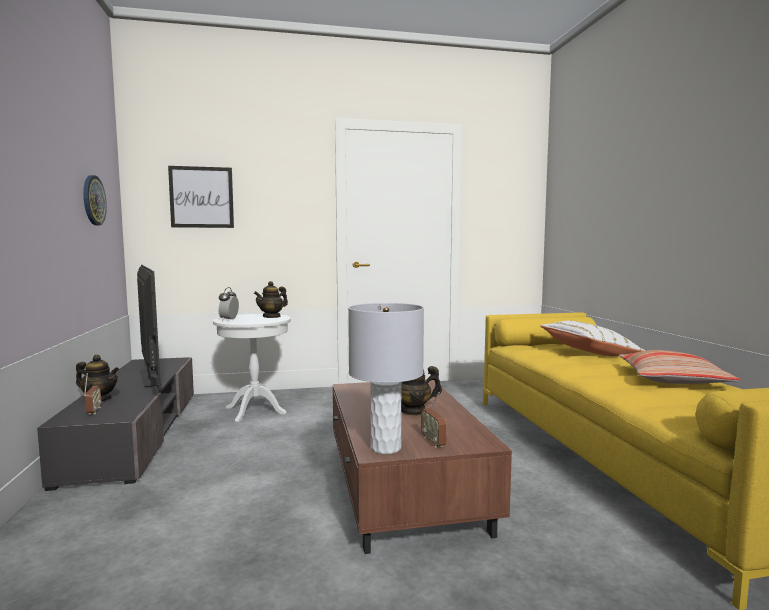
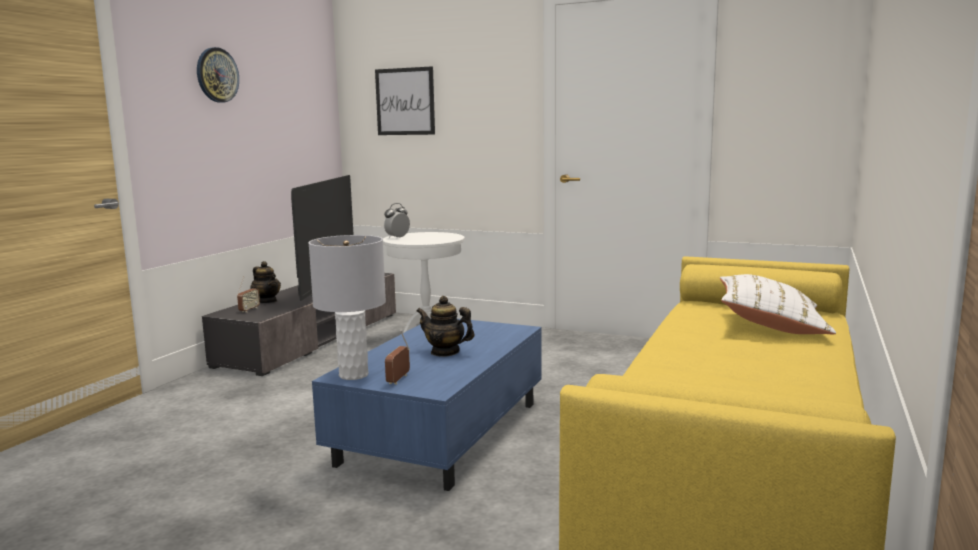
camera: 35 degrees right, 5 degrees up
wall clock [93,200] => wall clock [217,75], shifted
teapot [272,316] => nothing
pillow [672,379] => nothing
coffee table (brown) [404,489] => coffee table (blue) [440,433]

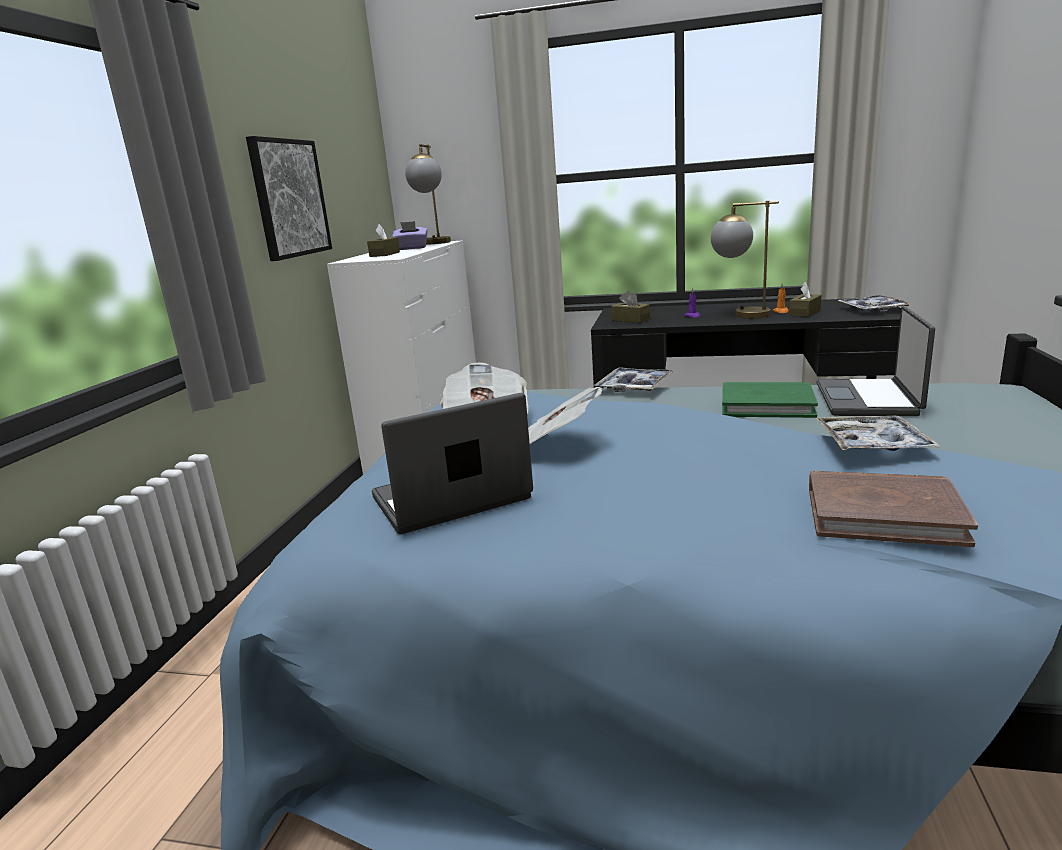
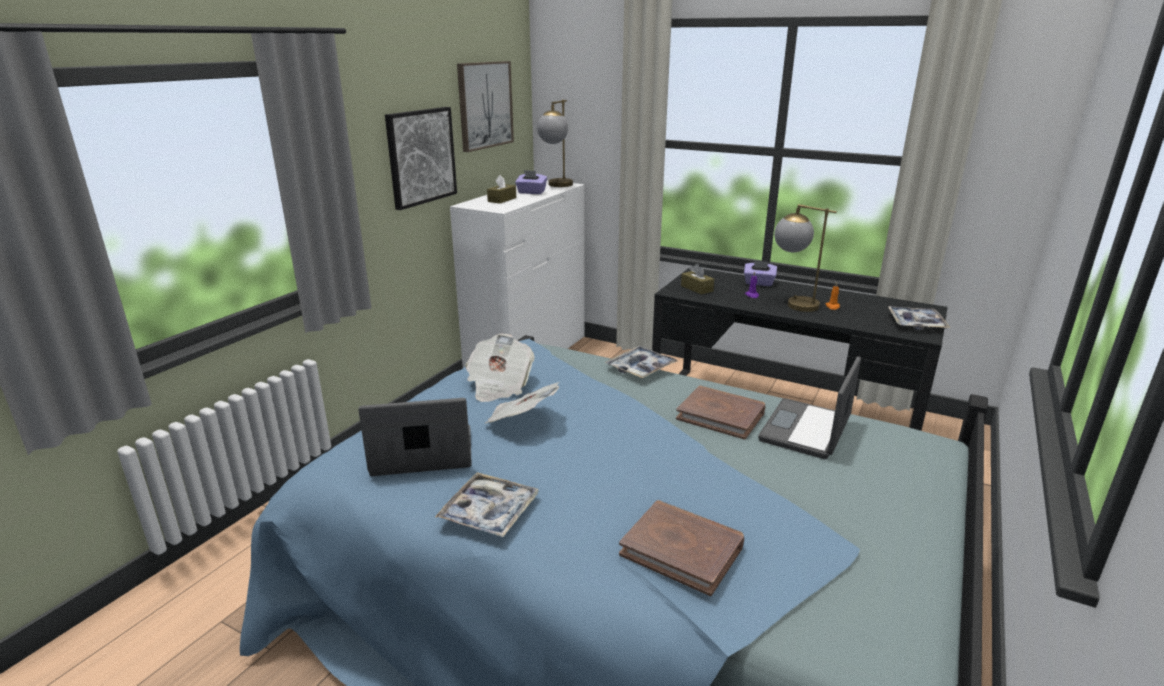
camera: 15 degrees right, 5 degrees up
tissue box (brown) [804,313] => nothing
book (green) [766,405] => book (brown) [721,415]
tray [872,444] => tray [489,512], shifted
nothing => picture [484,105]
nothing => tissue box (purple) [759,283]

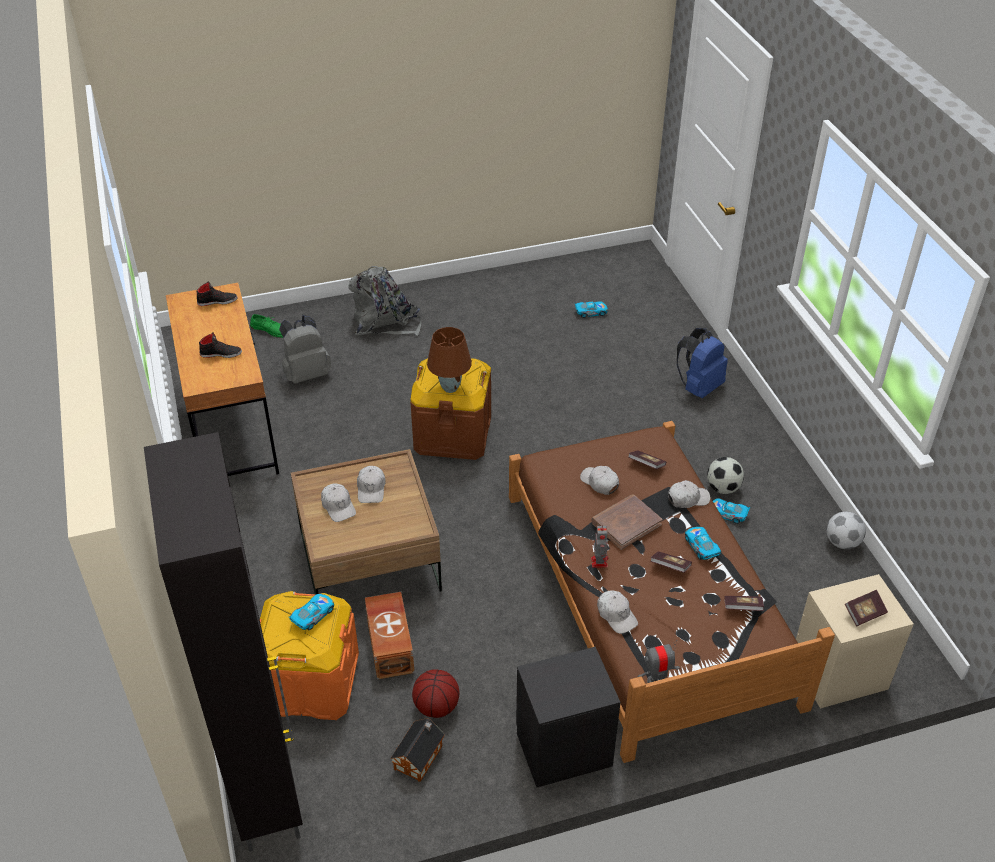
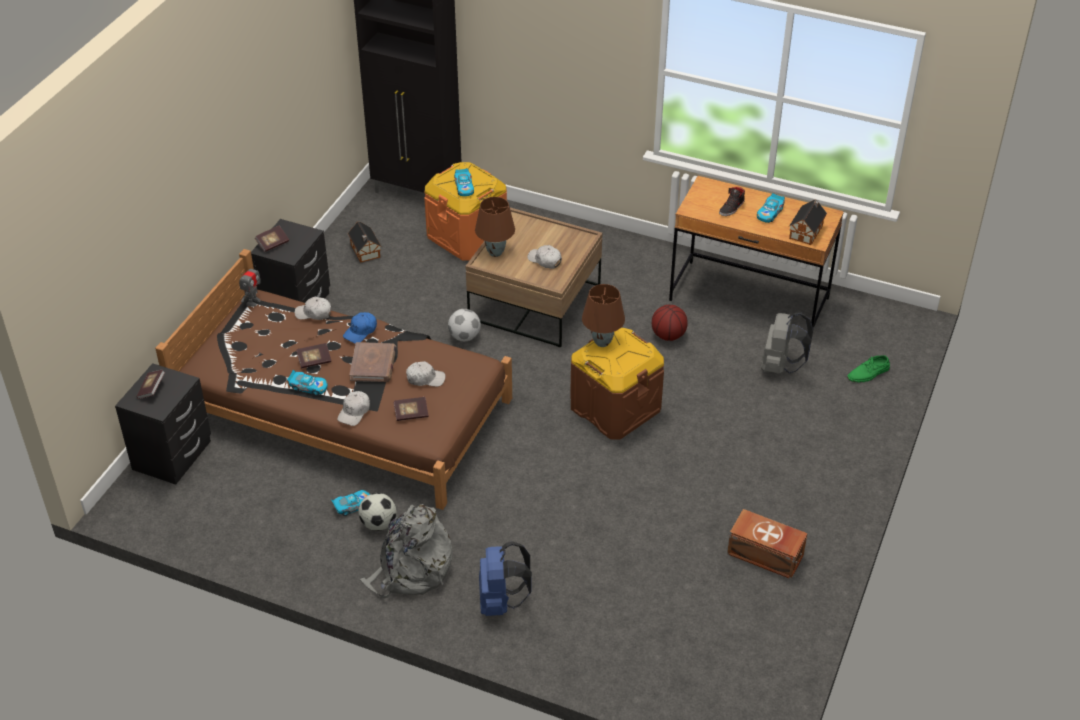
camera: 130 degrees right, 0 degrees up
backpack (grey) [385,322] => backpack (grey) [411,571], shifted
shoe (black) [217,301] => toy house [807,231]
toy car [590,312] => toy car [769,213], shifted
cap (white) [338,506] => nothing
football [842,543] => football [464,337], shifted
toy robot [599,561] => cap (blue) [361,331]
nightstand (beige) [839,674] => nightstand (black) [172,455]
storage box (brown) [391,645] => storage box (brown) [765,555], shifted
book [742,608] => book [272,244], shifted
basketball [436,707] => basketball [668,335], shifted
nothing => table lamp (brown) [495,253]

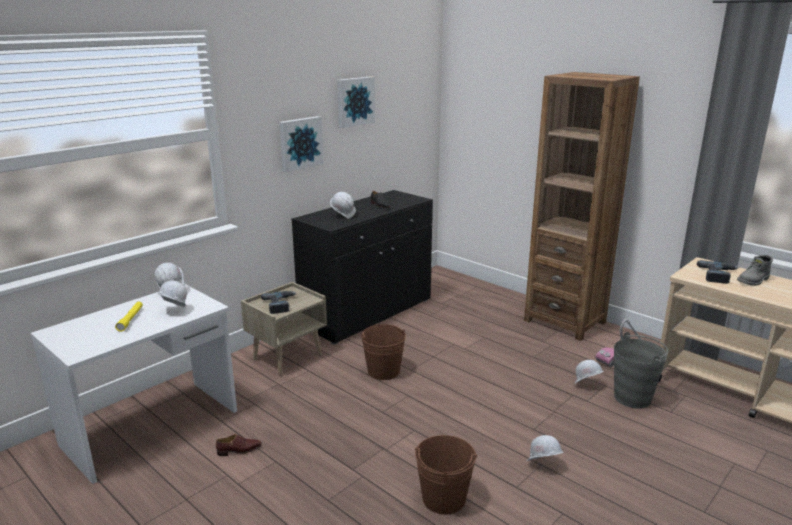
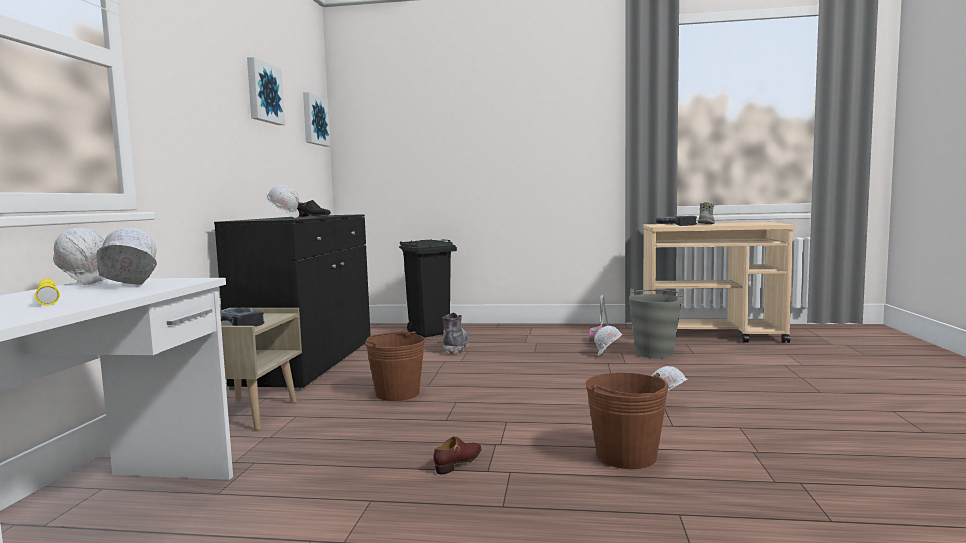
camera: 35 degrees left, 15 degrees down
bookcase (brown) [565,321] => nothing
picture [300,143] => picture [314,120], shifted
shoe (brown) [239,450] => shoe (brown) [459,462], shifted
nothing => trash can (black) [430,333]
nothing => boot (grey) [454,348]

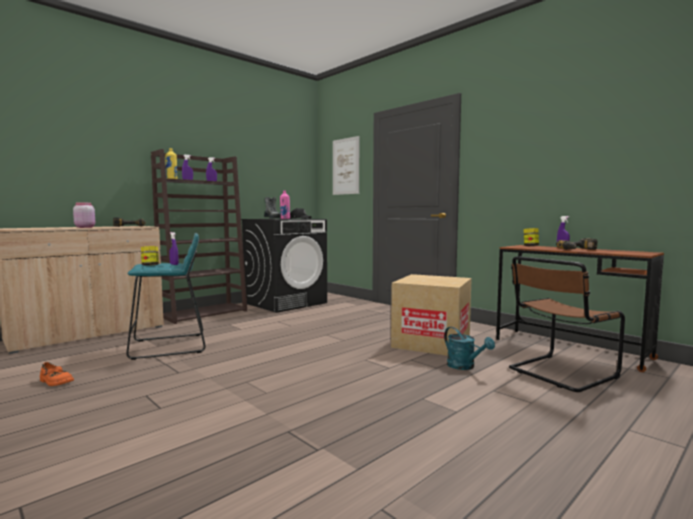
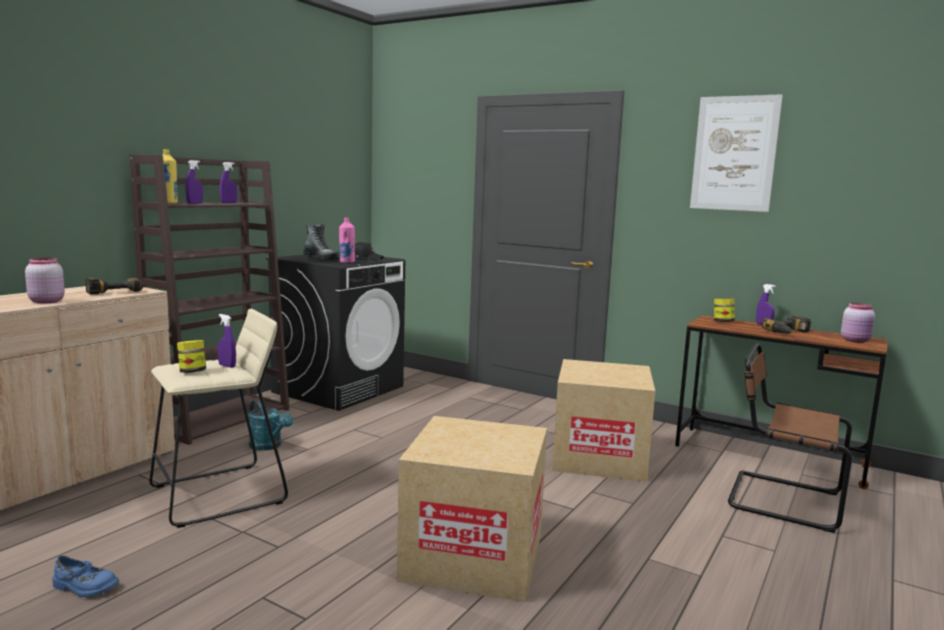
camera: 15 degrees left, 5 degrees up
picture [345,166] => picture [734,153], shifted
stool (turquoise) [169,346] => stool (beige) [219,494]
chair (brown) [559,373] => chair (brown) [779,499], 75 degrees clockwise
watering can (turquoise) [465,366] => watering can (turquoise) [269,446], shifted
shoe (orange) [55,382] => shoe (blue) [84,587]
nothing => jar (pink) [856,340]
nothing => cardboard box [473,557]

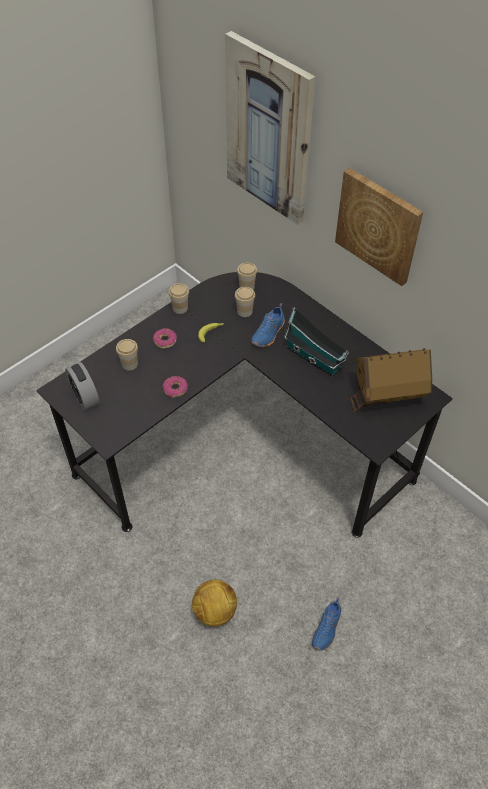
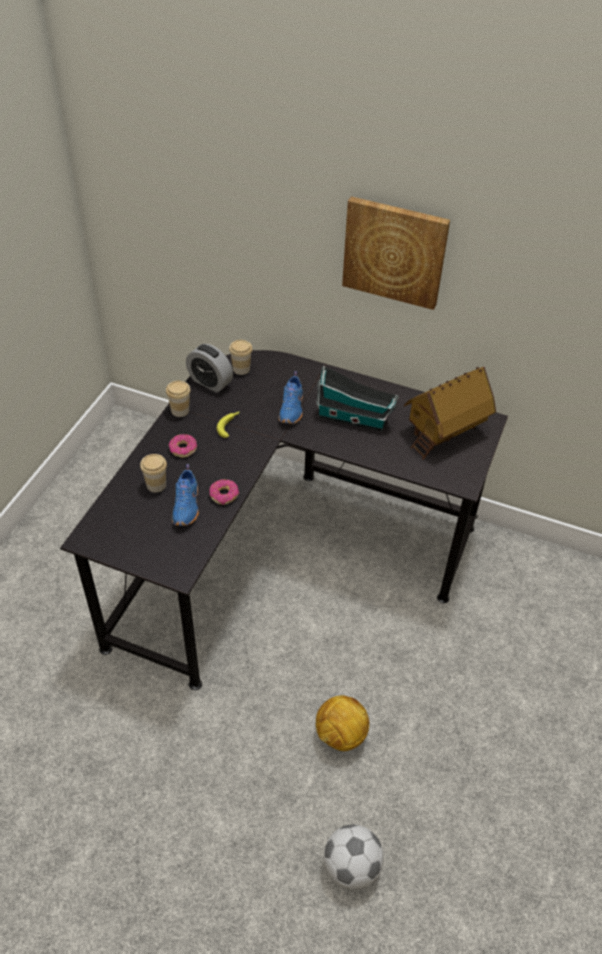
camera: 25 degrees left, 5 degrees down
picture [269,131] => nothing
cup [244,311] => nothing
alarm clock [85,396] => alarm clock [210,382], shifted
shoe (blue) [327,628] => shoe (blue) [187,506], shifted
nothing => football [351,867]

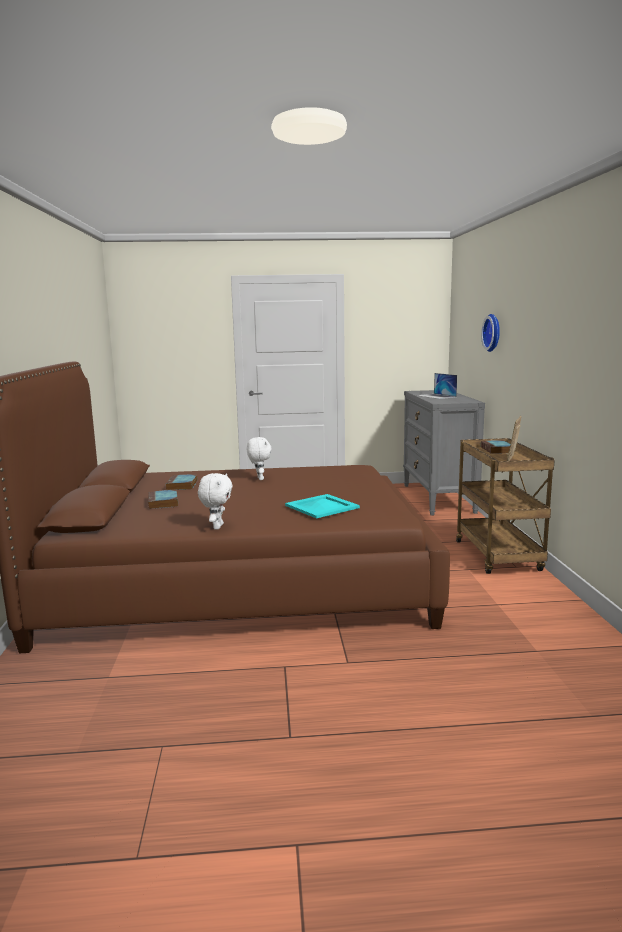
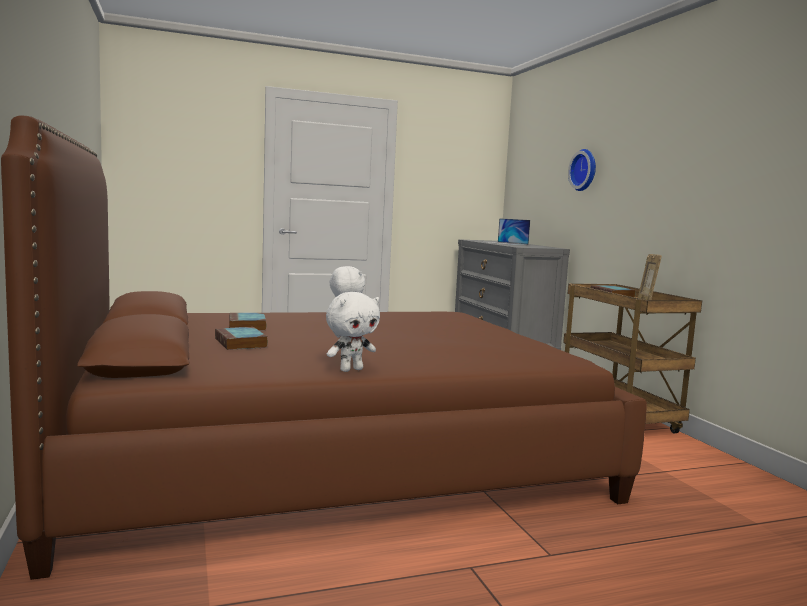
camera: 15 degrees left, 5 degrees down
plush toy (white) [217,527] => plush toy (white) [351,369], 60 degrees clockwise
tray (turquoise) [322,506] => nothing

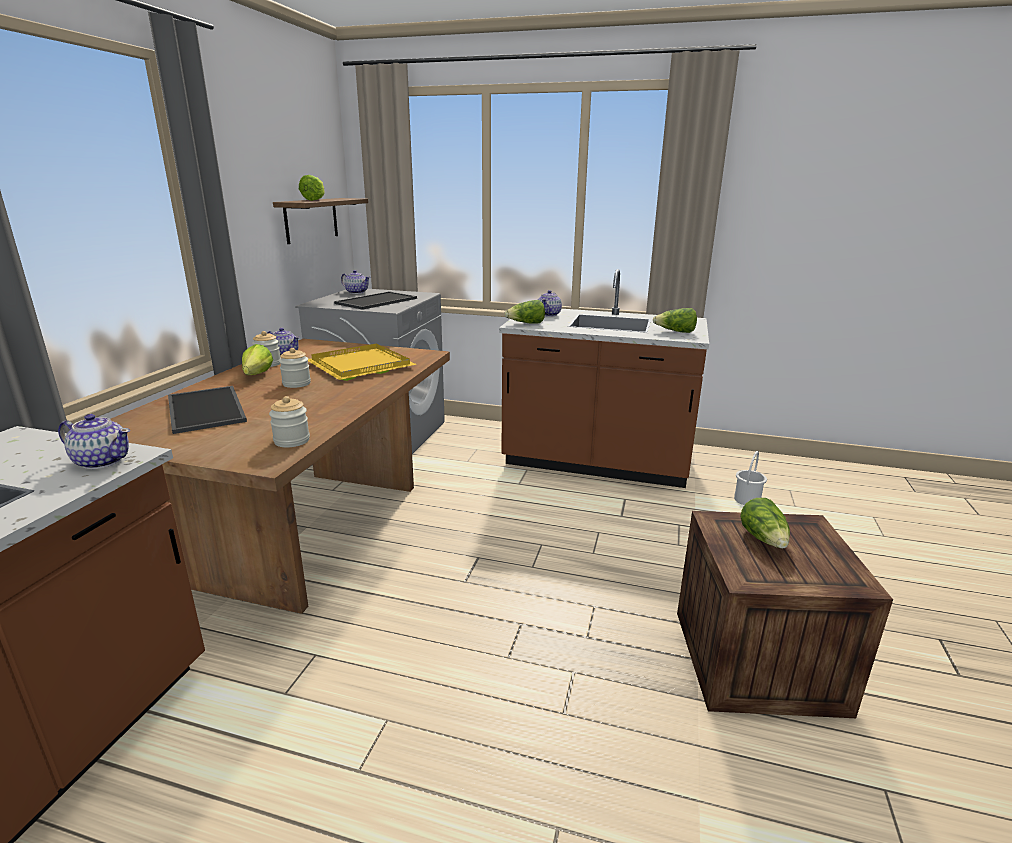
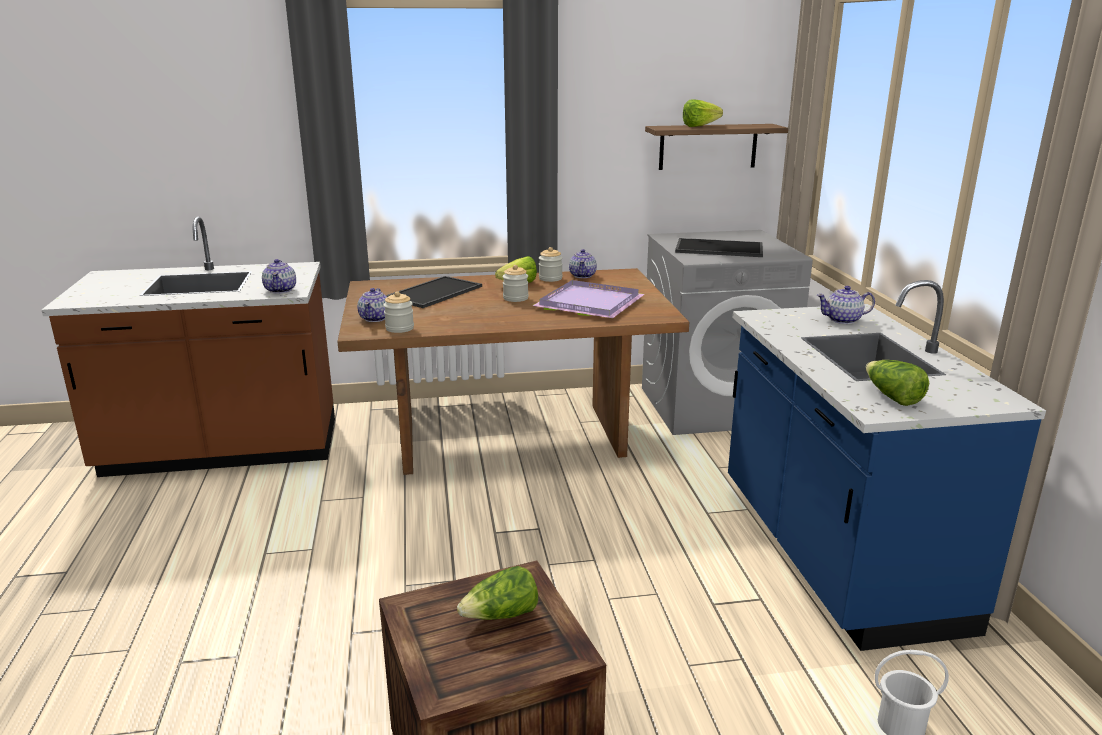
camera: 65 degrees right, 0 degrees up
counter (brown) [596,462] => counter (blue) [835,555]
teapot [356,292] => teapot [375,318], shifted
lettuce [526,323] => nothing
tray (yellow) [361,365] => tray (purple) [592,303]

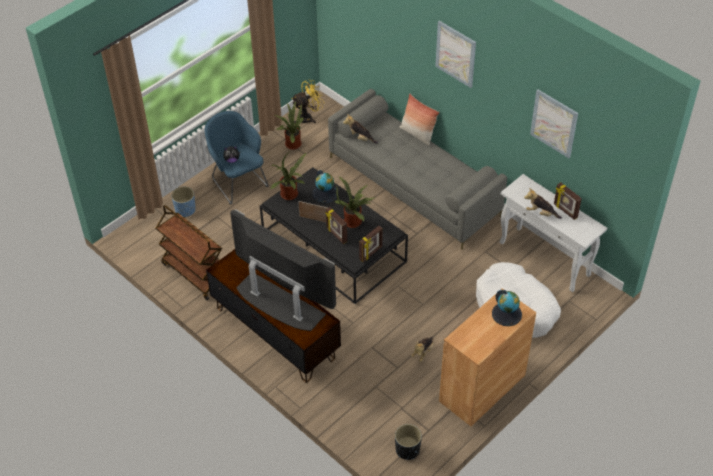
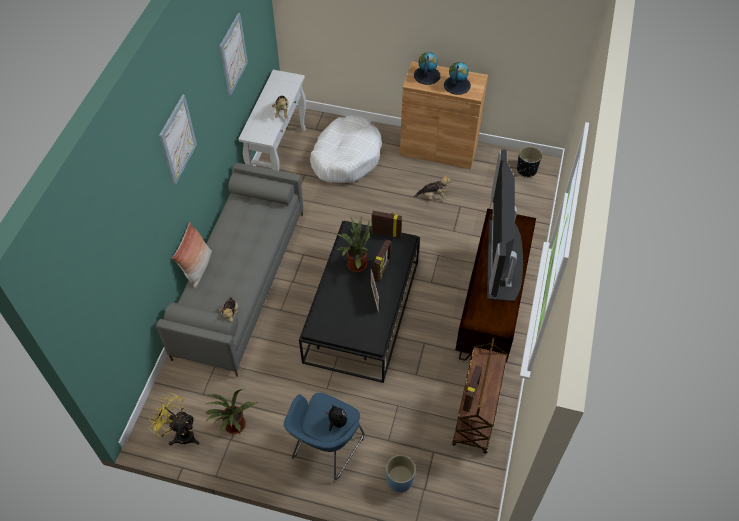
camera: 120 degrees left, 5 degrees up
potted plant [290,195] => nothing
globe [325,193] => globe [457,85], shifted
picture frame [565,211] => picture frame [471,397], shifted

